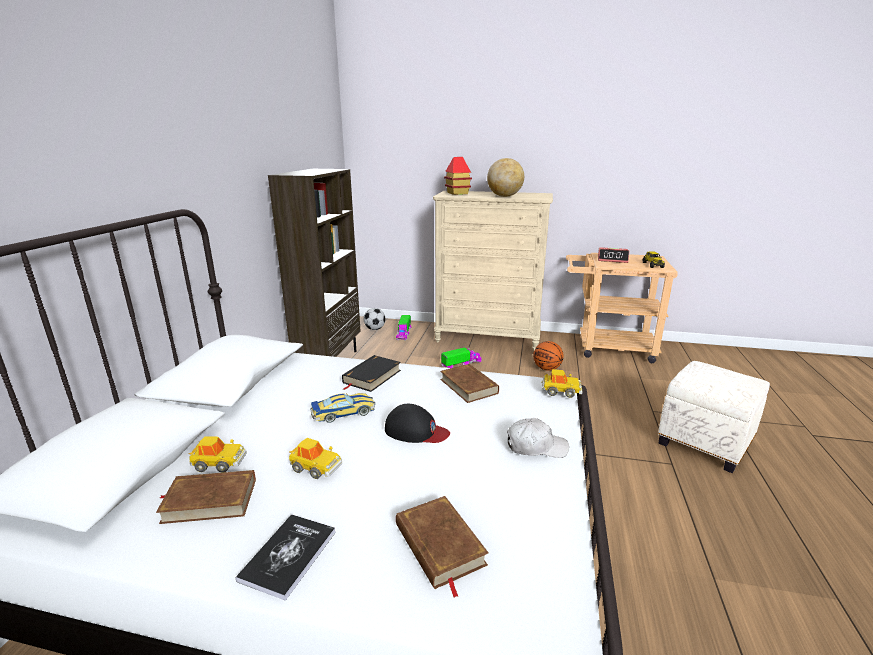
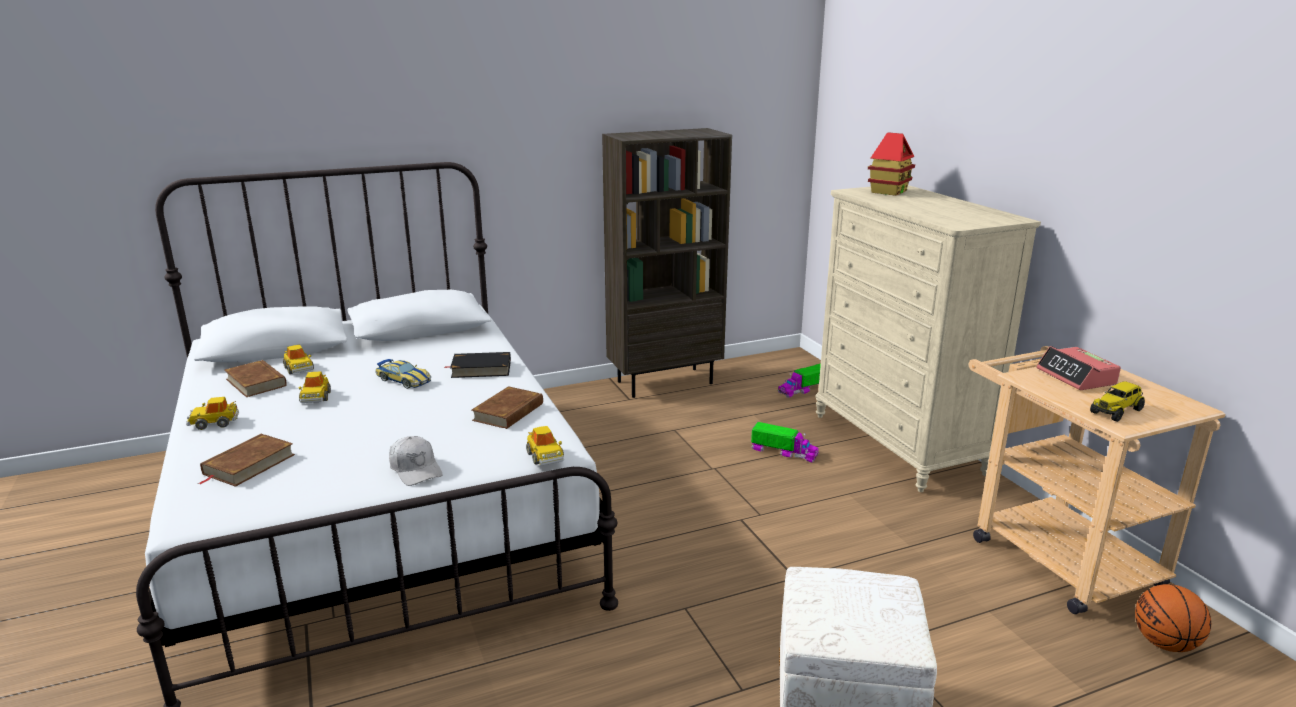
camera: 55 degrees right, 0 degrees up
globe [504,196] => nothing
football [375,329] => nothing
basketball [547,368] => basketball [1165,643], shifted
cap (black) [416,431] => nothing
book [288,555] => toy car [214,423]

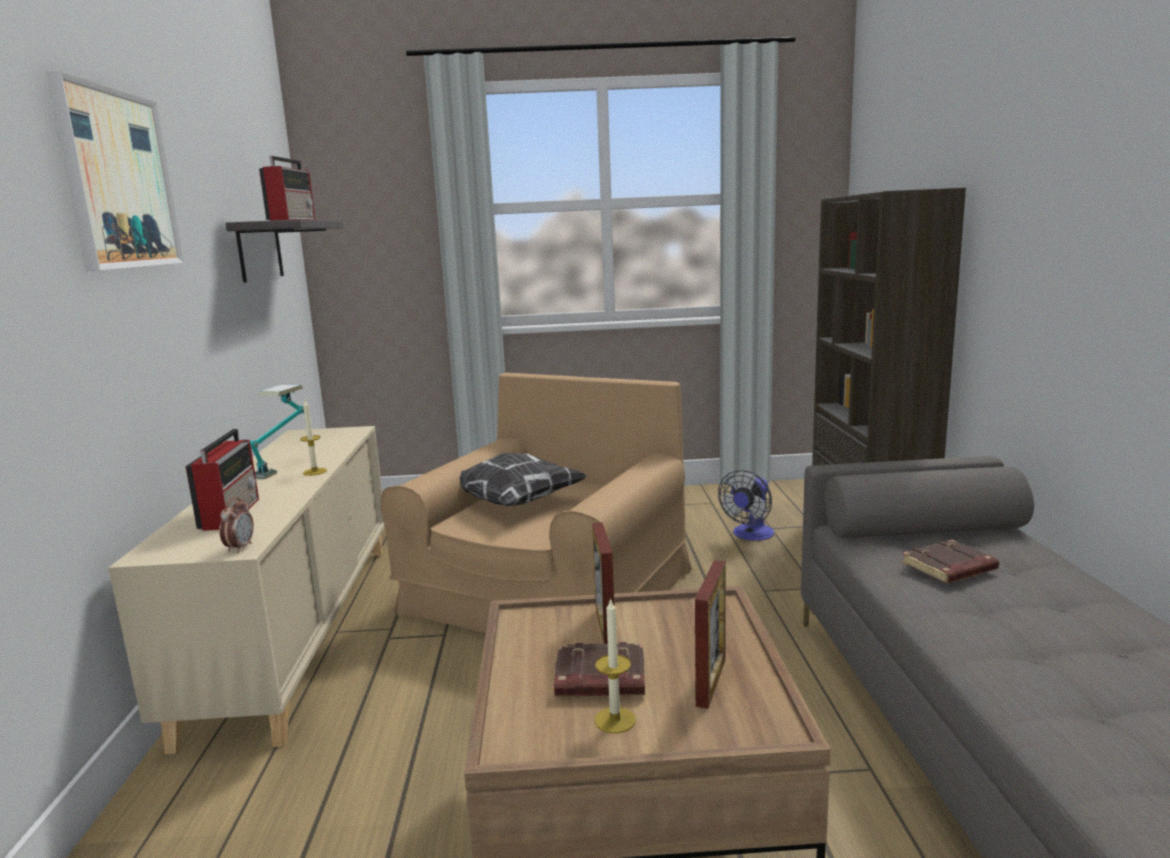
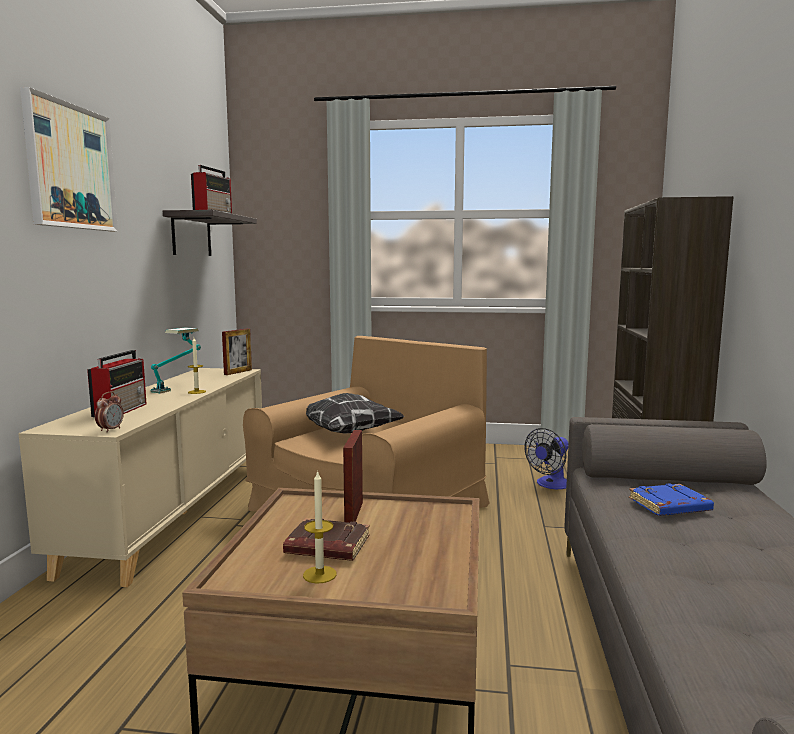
camera: 10 degrees right, 5 degrees down
book (brown) [949,569] => book (blue) [669,506]
picture frame [711,682] => picture frame [238,372], shifted

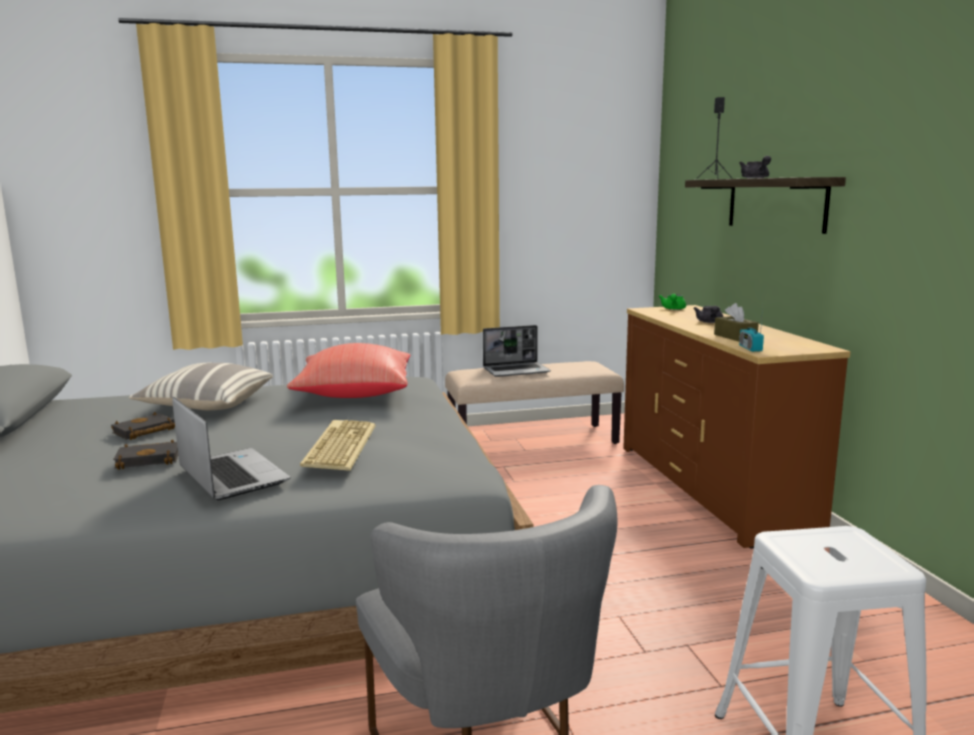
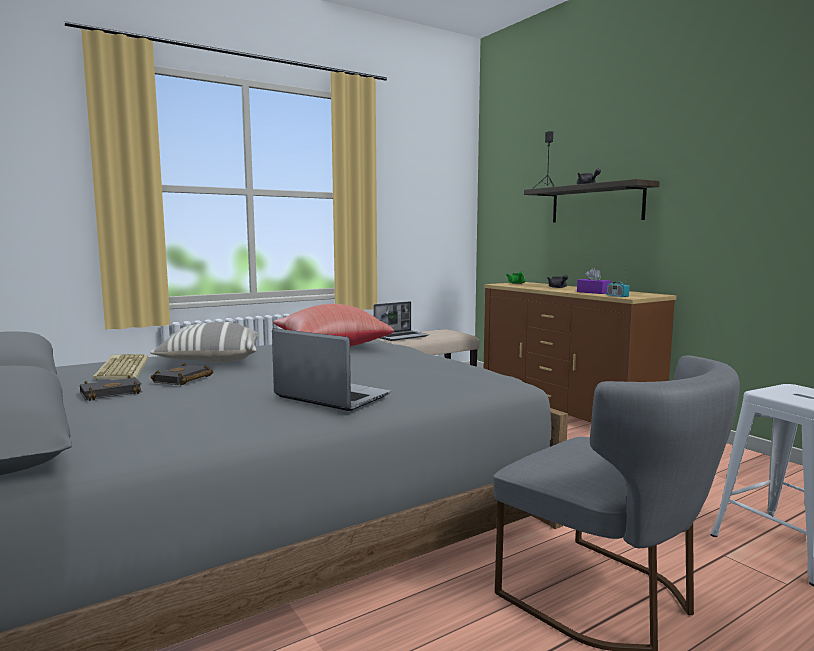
camera: 20 degrees left, 5 degrees down
tissue box (brown) [735,337] => tissue box (purple) [593,292]
keyboard [339,446] => keyboard [121,368], shifted
book (black) [150,459] => book (black) [112,393], shifted

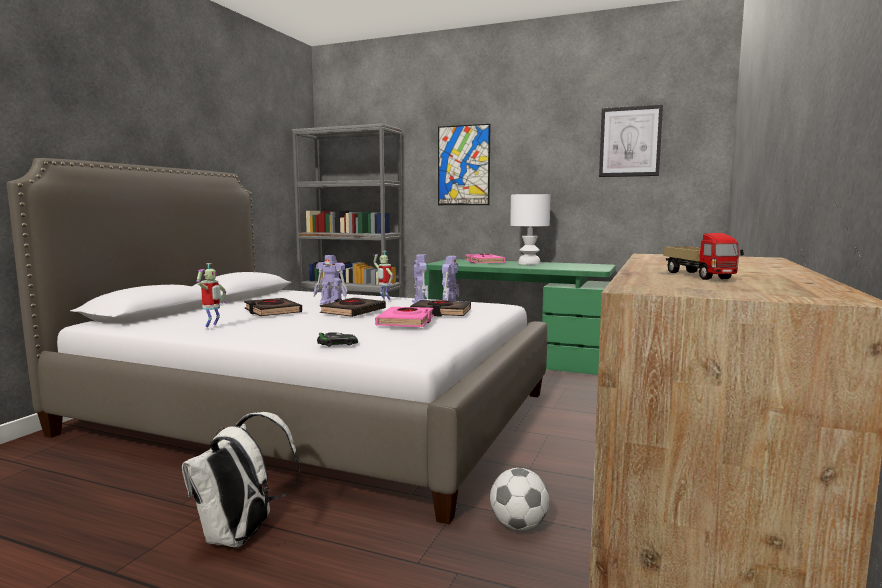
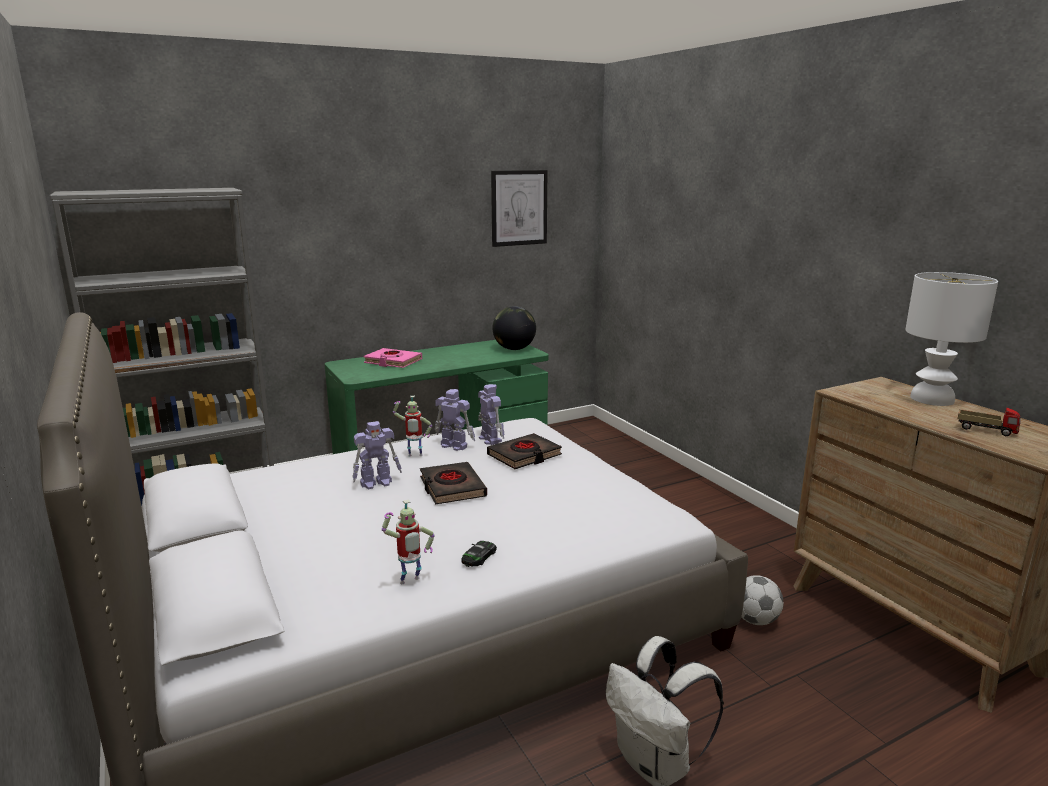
camera: 50 degrees left, 10 degrees up
picture [463,165] => nothing
table lamp (white) [529,263] => table lamp (white) [933,399], shifted
toy robot [212,328] => toy robot [410,582], 90 degrees clockwise
book (black) [272,311] => nothing
book (pink) [406,322] => nothing
toy car [337,344] => toy car [479,557], shifted
nothing => globe [514,349]

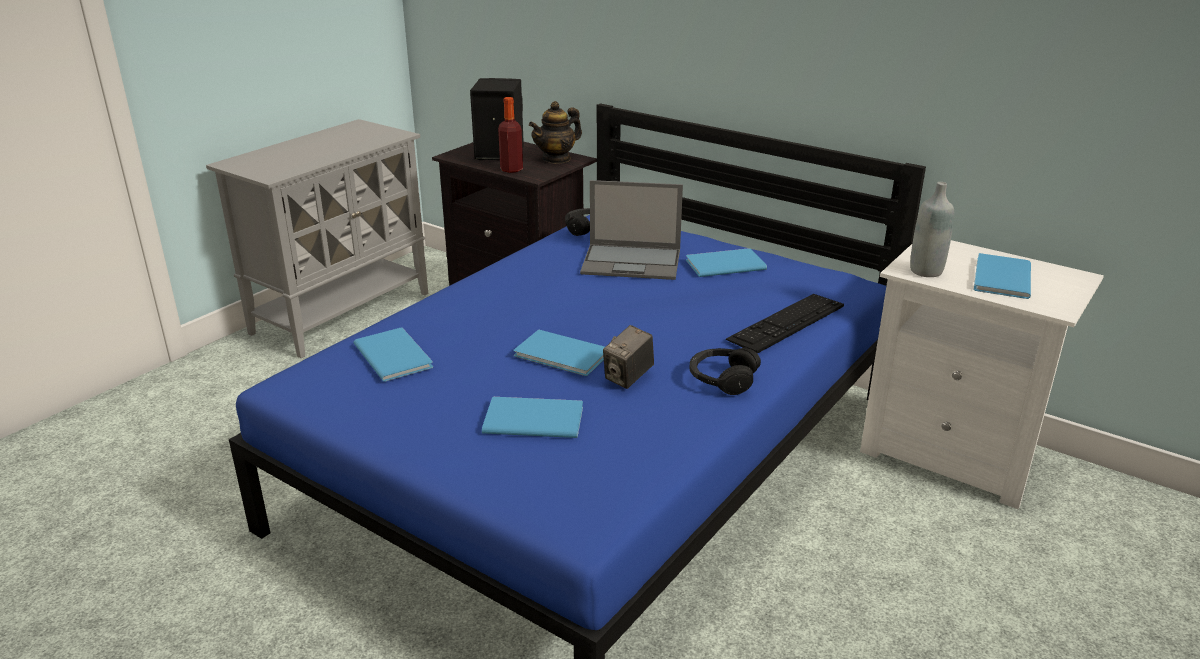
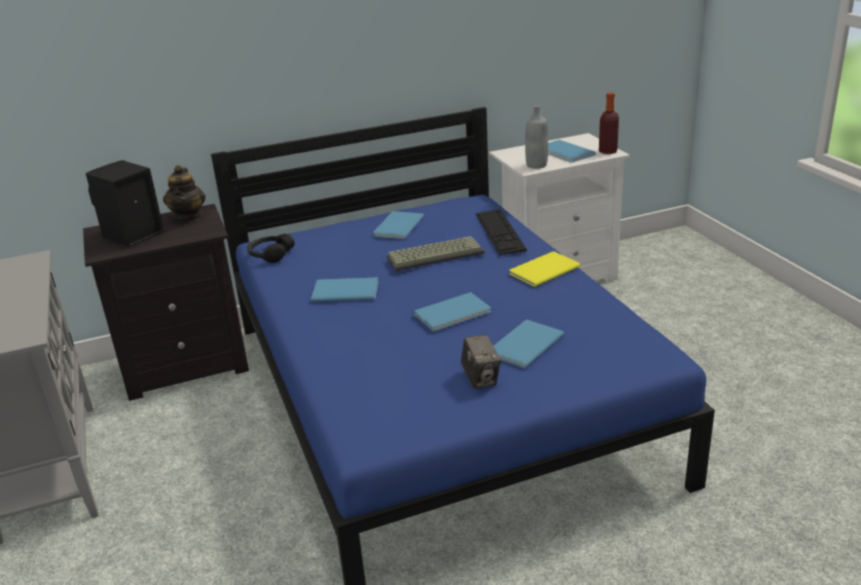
camera: 55 degrees left, 0 degrees up
bottle [511,169] => bottle [608,151], shifted
laptop [632,262] => nothing
photo camera [628,378] => photo camera [480,379], shifted
book (blue) [394,354] => book (blue) [344,291], shifted
headphones (black) [722,379] => book (yellow) [542,270]
nothing => keyboard [436,254]

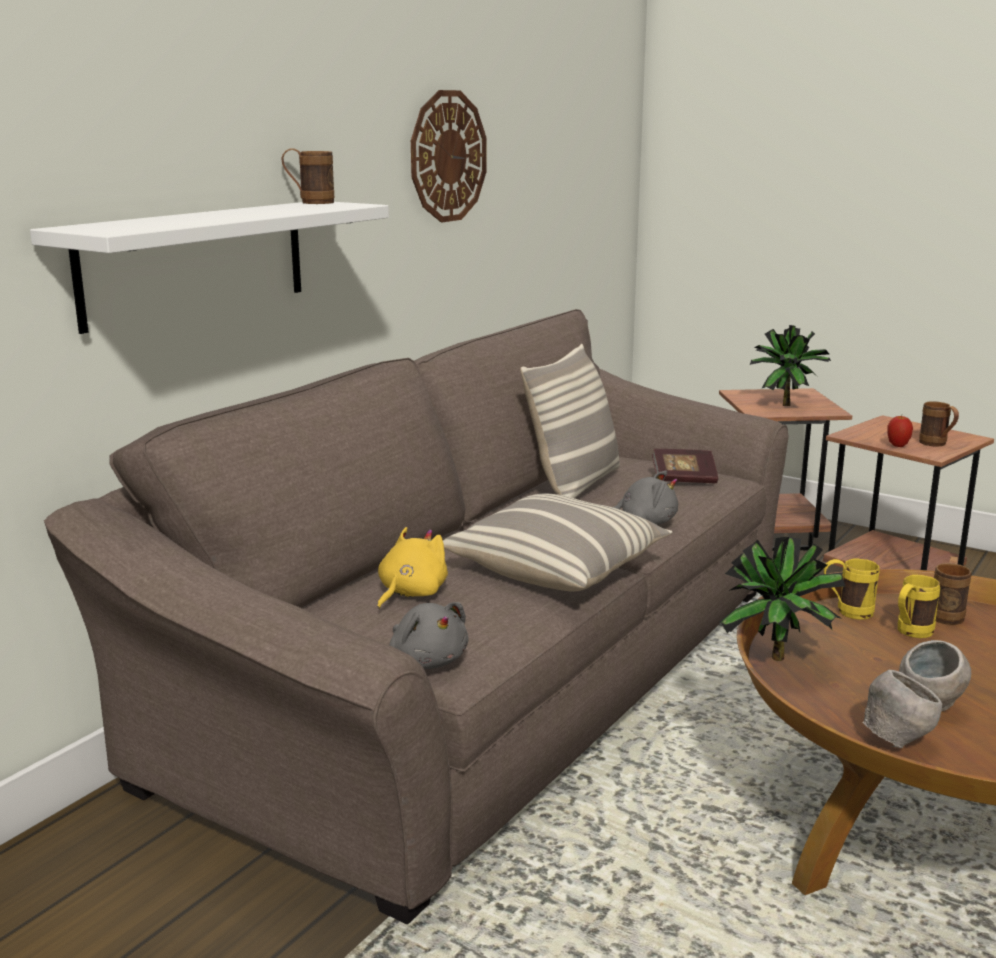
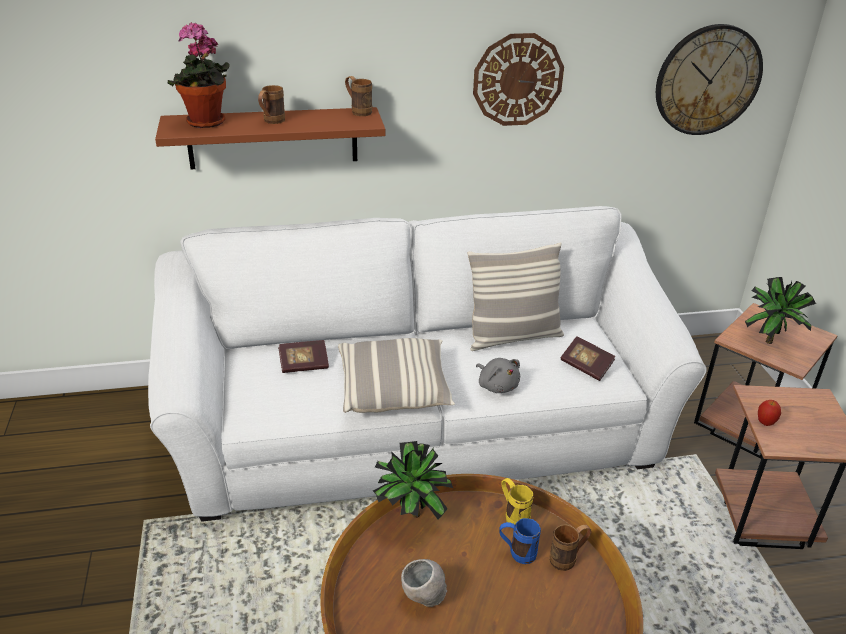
camera: 45 degrees right, 15 degrees up
shelf (white) [196,262] => shelf (brown) [273,138]
sofa (brown) [497,677] => sofa (white) [420,427]
mug (brown) [937,444] => mug (brown) [271,122], shifted
plush toy (yellow) [410,593] => book [304,365]
mug (yellow) [910,633] => mug (blue) [517,553]
plush toy (grey) [427,660] => nothing
bowl (grey) [896,741] => nothing
nothing => potted plant [206,123]
nothing => wall clock [707,80]

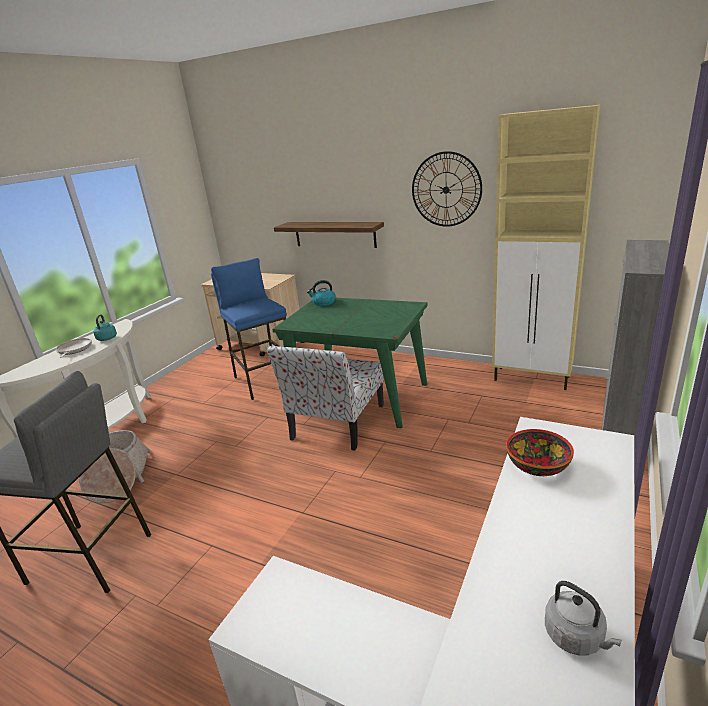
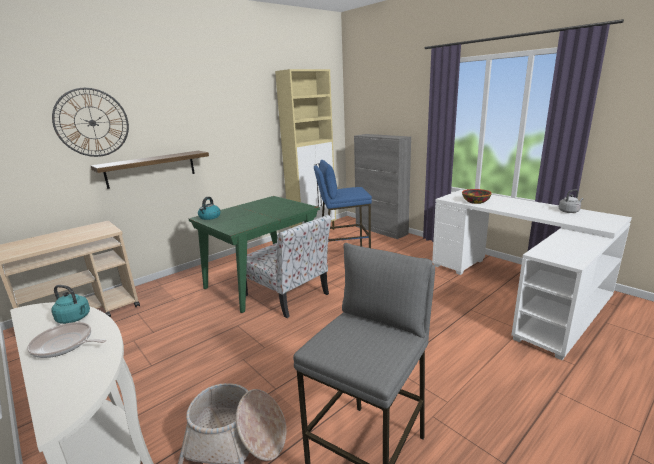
camera: 70 degrees left, 5 degrees down
wall clock [446,190] => wall clock [92,123], shifted
stool (blue) [264,381] => stool (blue) [344,255], shifted

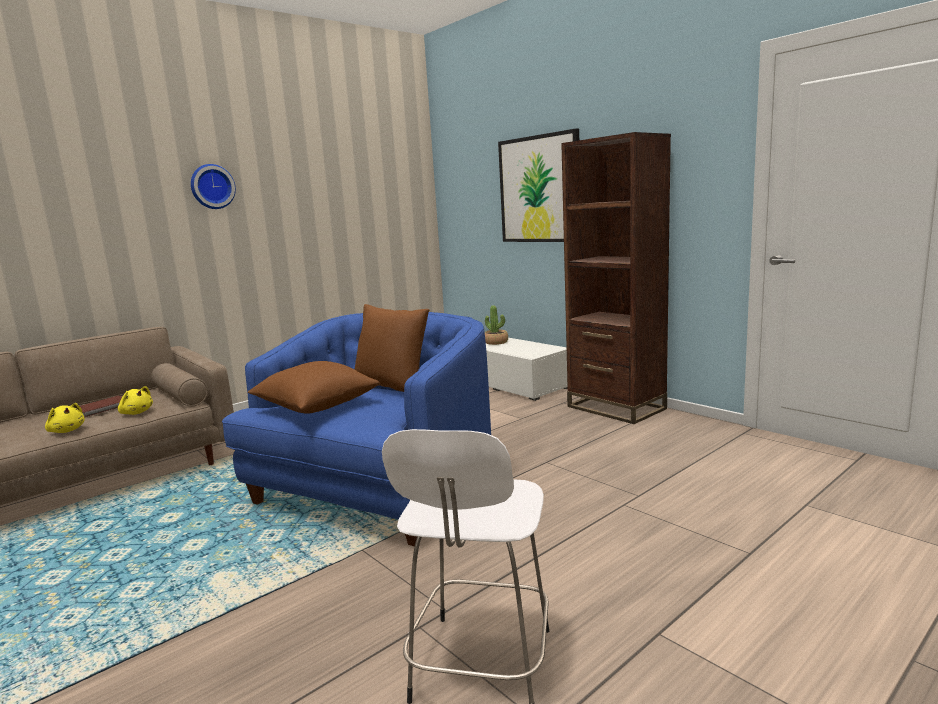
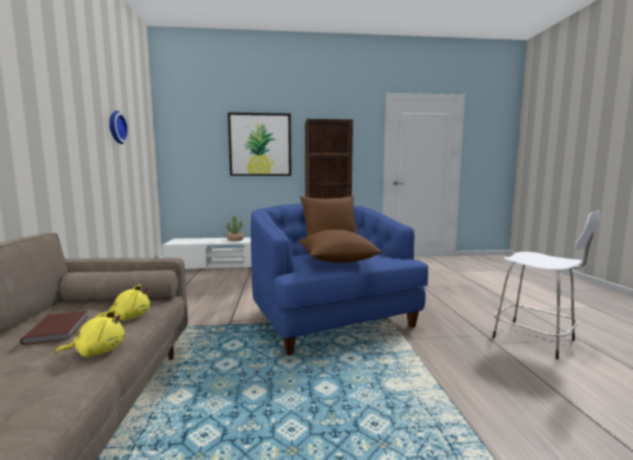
camera: 55 degrees left, 5 degrees down
wall clock [212,187] => wall clock [116,127], shifted

